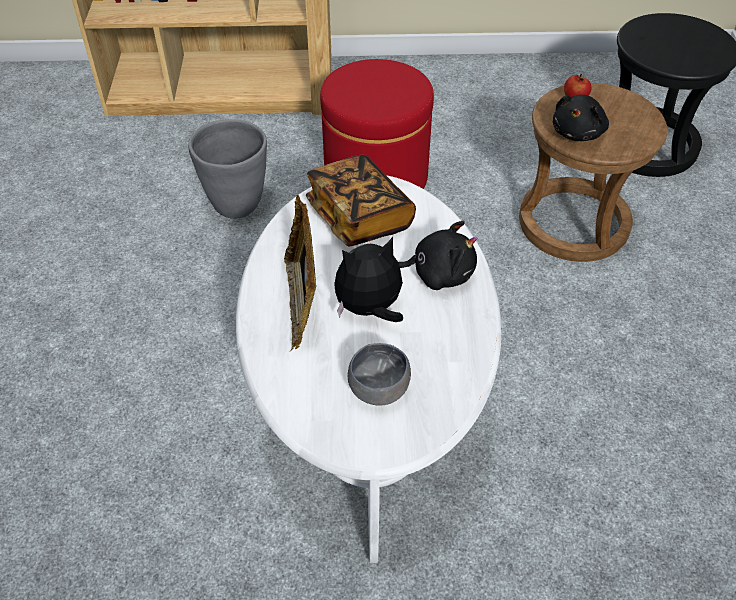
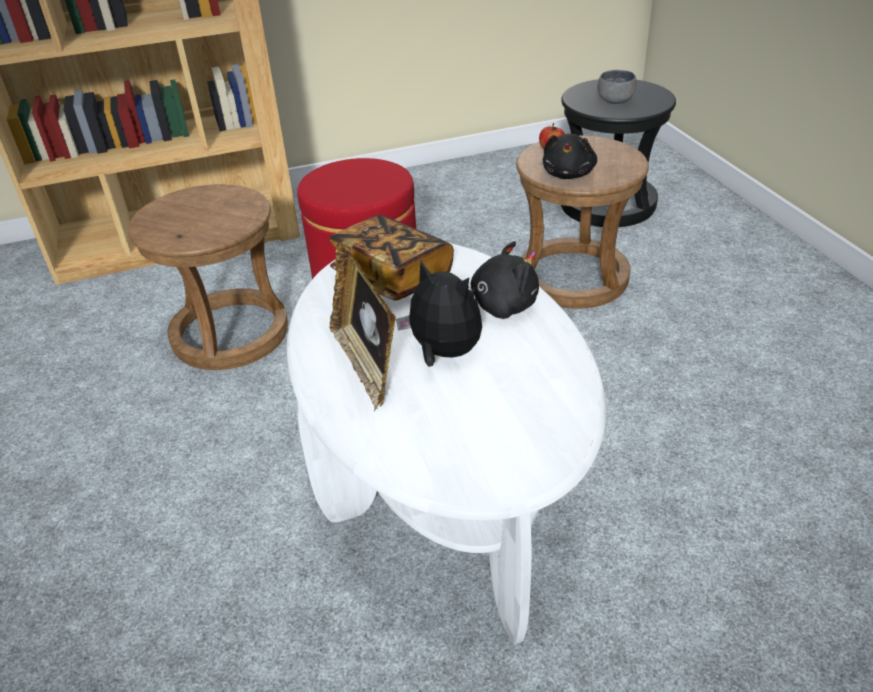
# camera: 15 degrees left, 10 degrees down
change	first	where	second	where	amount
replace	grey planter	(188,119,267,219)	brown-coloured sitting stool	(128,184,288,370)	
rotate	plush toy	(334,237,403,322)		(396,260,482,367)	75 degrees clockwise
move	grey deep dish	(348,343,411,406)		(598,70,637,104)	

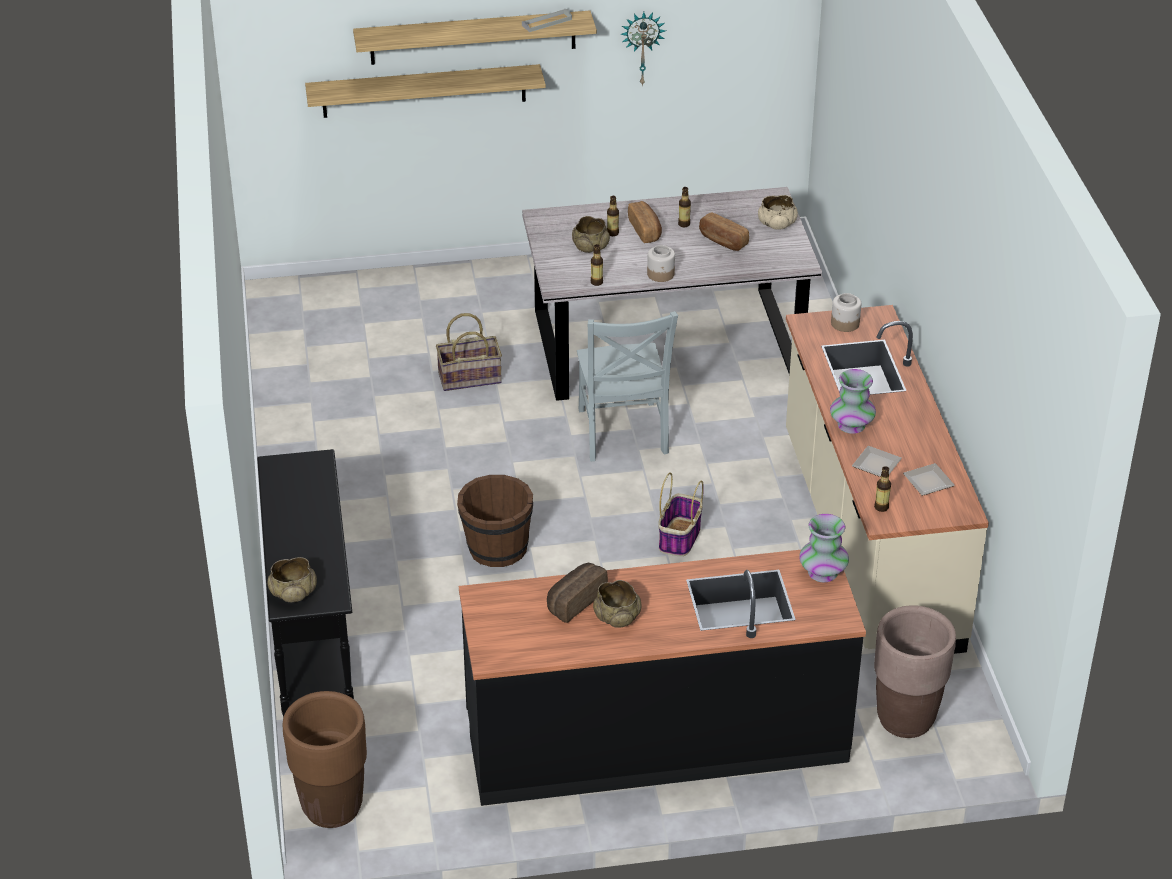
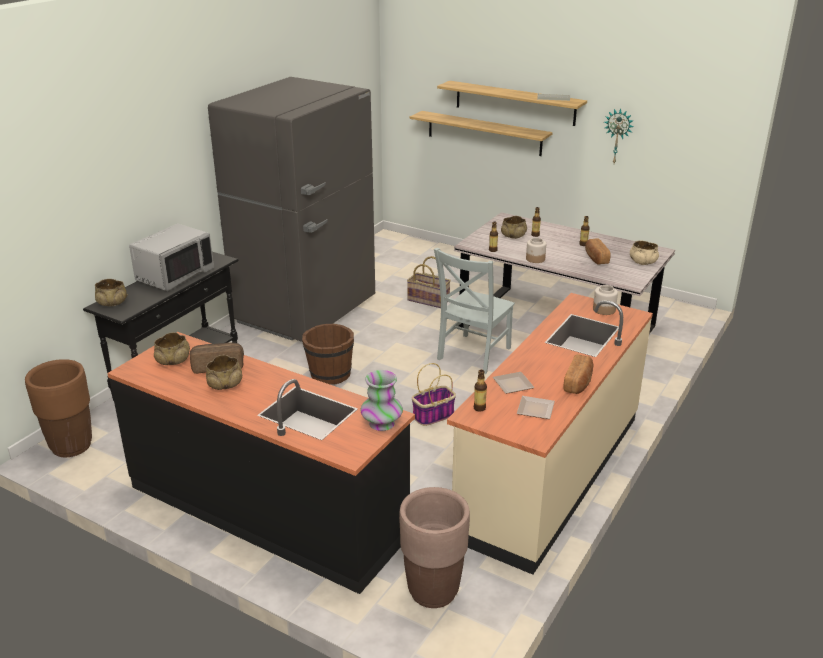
# camera: 40 degrees right, 10 degrees down
change	first	where	second	where	amount
move	baked bread	(628,201,662,243)		(564,354,594,394)	
delete	flower vase	(830,369,876,434)			
insert			grey kitchen fridge	(208,77,375,342)	
insert			grey kitchen microwave	(129,223,214,291)	
insert			beige deep dish	(154,332,190,365)	

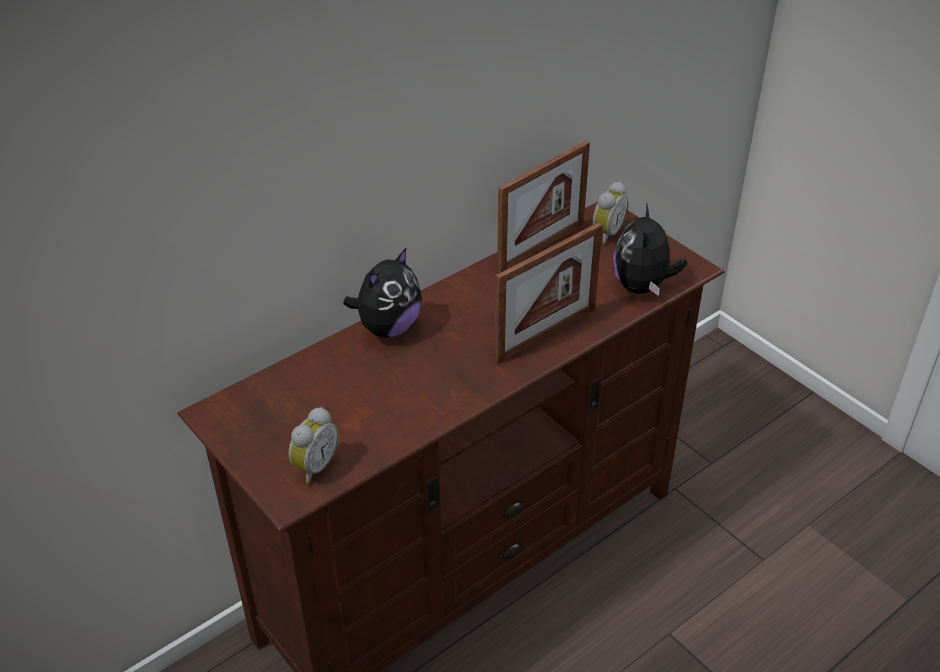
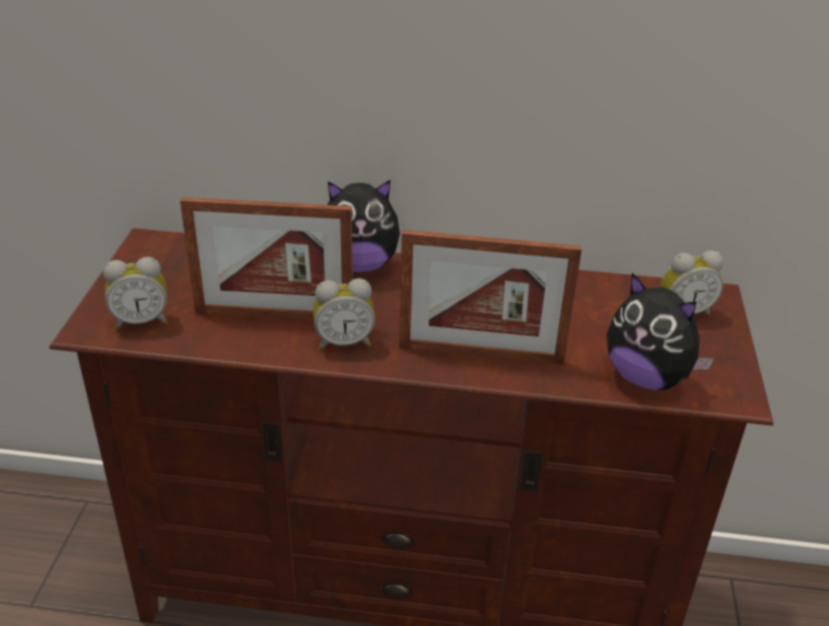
# camera: 45 degrees right, 5 degrees down
change	first	where	second	where	amount
move	picture frame	(497,141,590,273)		(180,197,353,320)	
rotate	plush toy	(613,203,687,296)		(607,273,714,390)	105 degrees counterclockwise
insert			bedside clock	(313,278,375,350)	

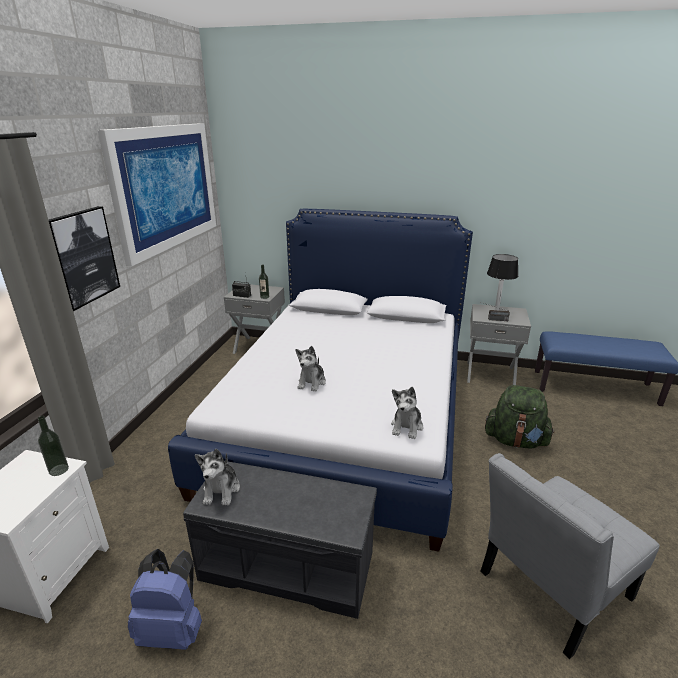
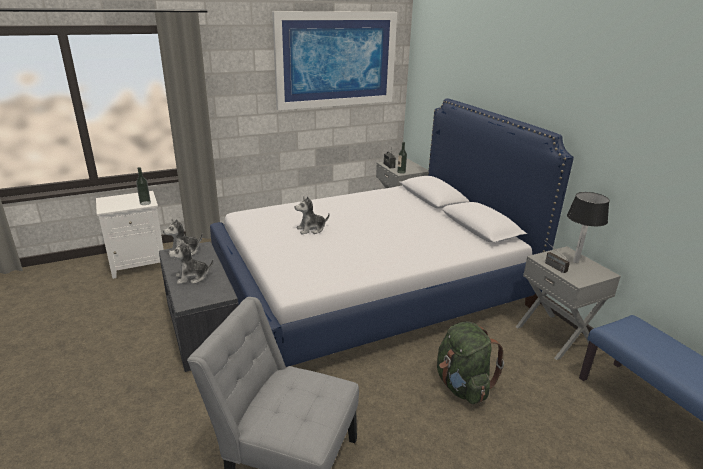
# camera: 50 degrees right, 0 degrees up
change	first	where	second	where	amount
delete	picture	(49,206,120,311)			
move	plush toy	(391,387,423,439)		(169,240,213,284)	
delete	bluish backpack	(127,549,202,650)			

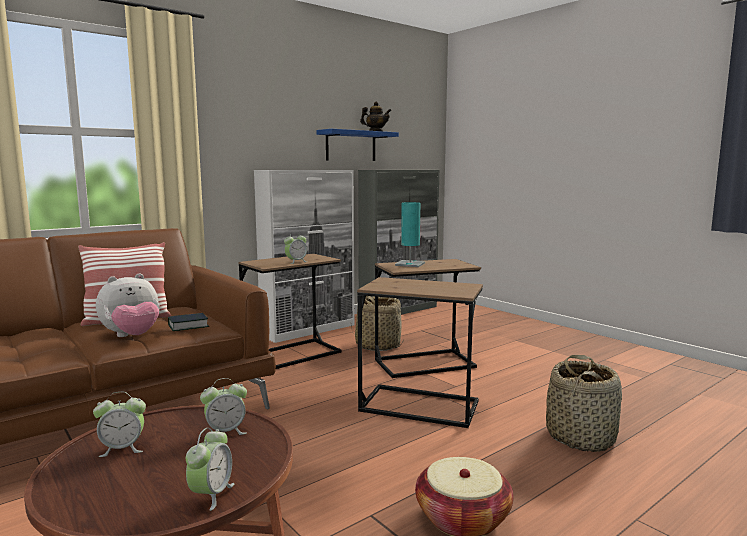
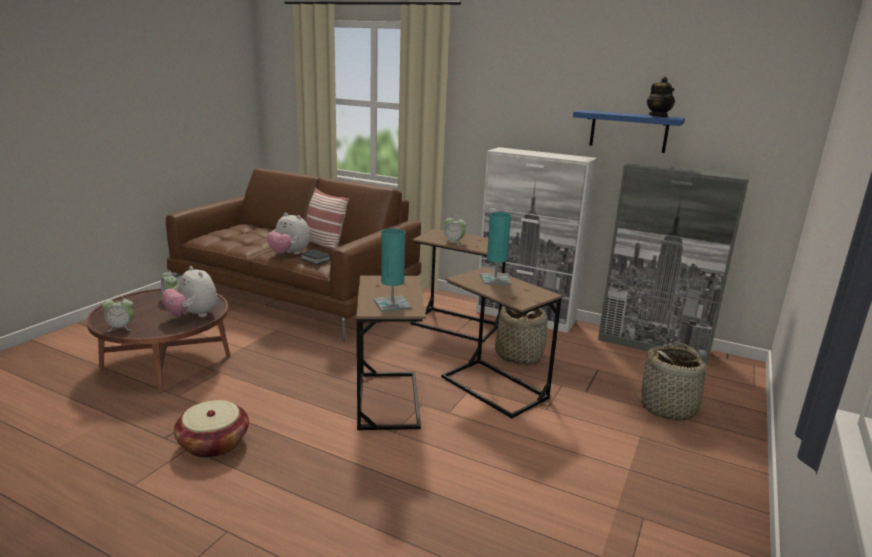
# camera: 65 degrees right, 10 degrees up
change	first	where	second	where	amount
move	basket	(546,355,622,452)		(634,343,717,421)	
replace	bedside clock	(200,378,247,435)	plush toy	(163,266,218,317)	
insert			blue-green tabletop lamp	(374,228,411,312)	

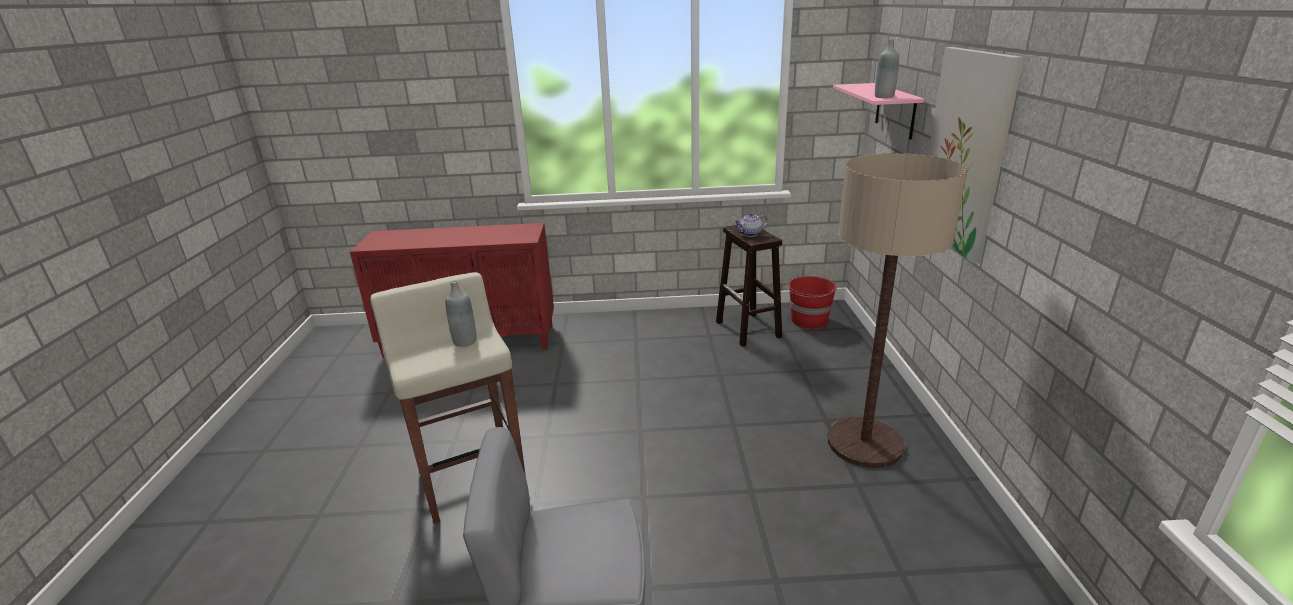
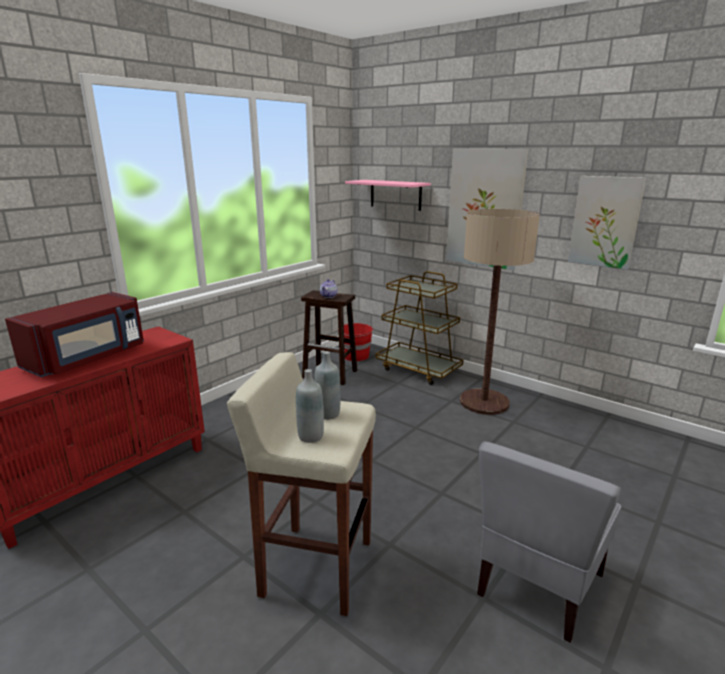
# camera: 50 degrees left, 5 degrees down
change	first	where	second	where	amount
move	grey beverage bottle	(875,39,899,98)		(296,369,324,443)	
insert			picture	(568,176,646,270)	
insert			brown-coloured wheeled cart	(376,271,463,385)	
insert			red-coloured kitchen microwave	(5,292,144,377)	

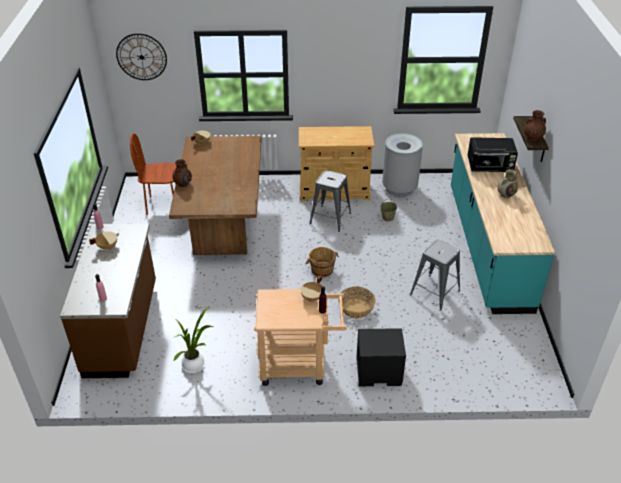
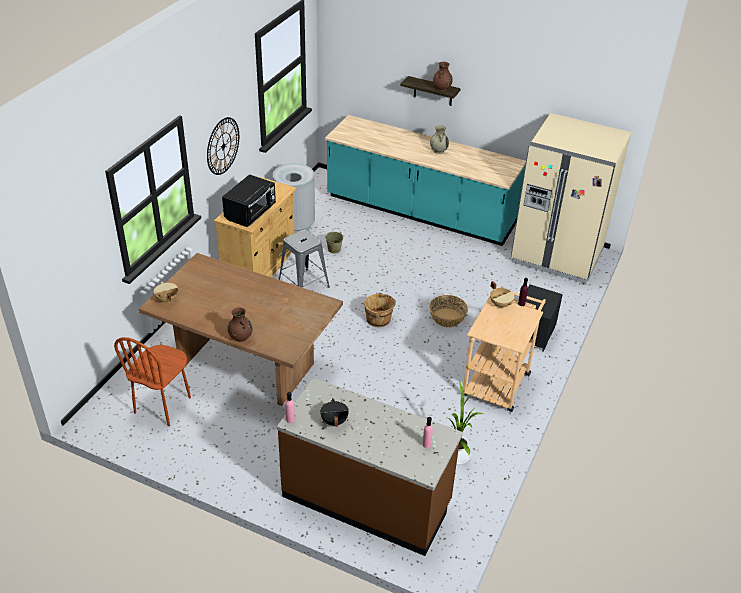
# camera: 65 degrees left, 0 degrees up
change	first	where	second	where	amount
move	clock on the wall	(116,33,167,80)		(207,117,239,175)	
move	black-coloured kitchen microwave	(468,137,518,172)		(222,174,276,227)	
recolor	beige stockpot	(89,231,119,250)	black-coloured stockpot	(320,398,349,427)	
delete	grey sitting stool	(410,240,460,311)			
insert			beige kitchen fridge	(511,113,631,284)	

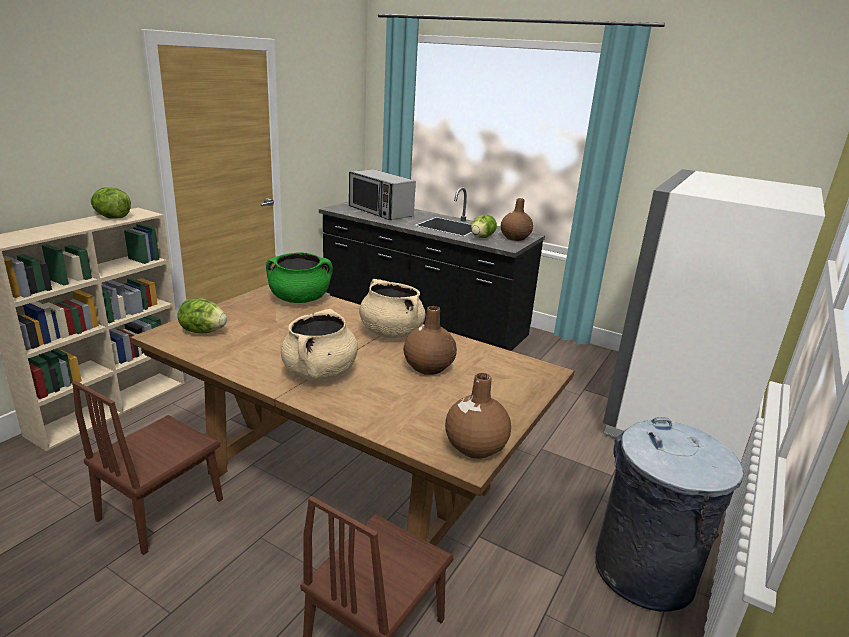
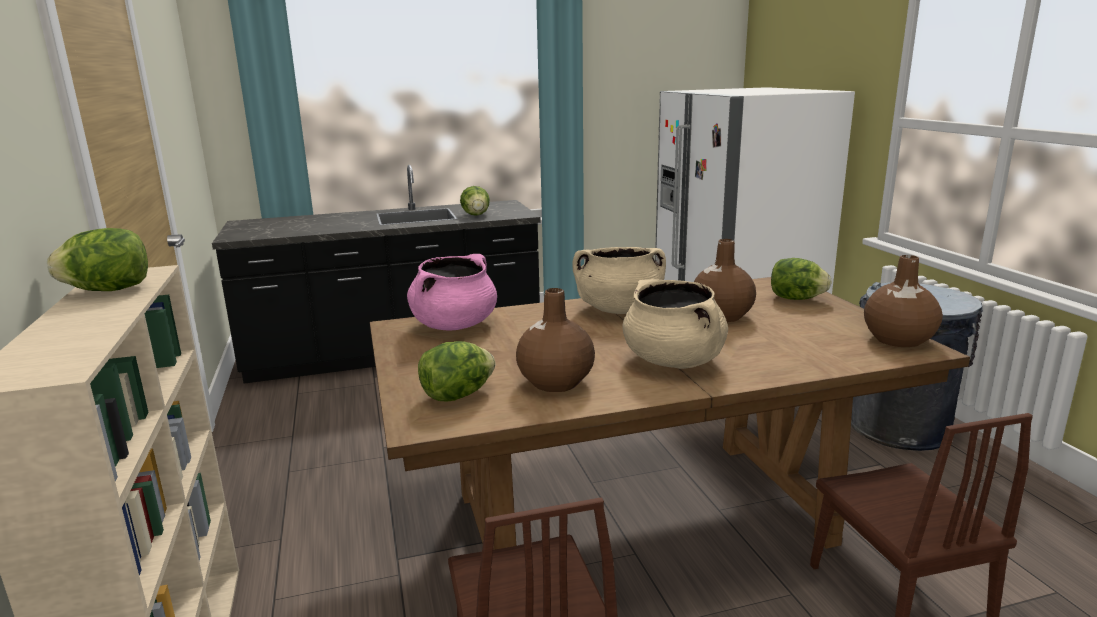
# camera: 45 degrees left, 5 degrees down
change	first	where	second	where	amount
delete	kitchen microwave	(349,169,416,220)			
move	brown-coloured flower vase	(501,198,533,241)		(516,288,595,392)	
recolor	green-coloured stockpot	(266,252,333,303)	pink-coloured stockpot	(407,254,497,330)	
insert			lettuce	(771,258,832,300)	

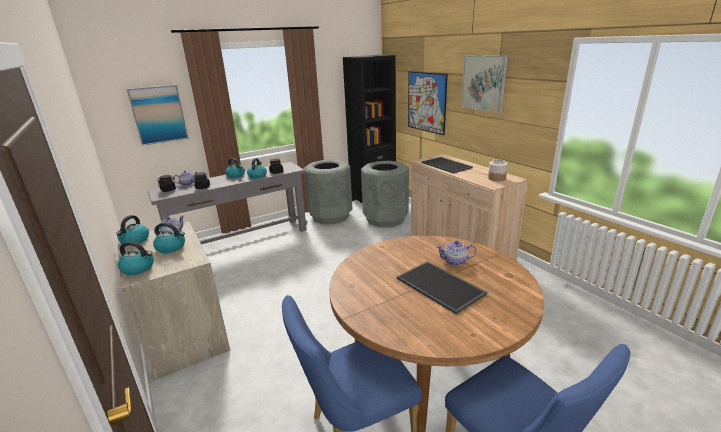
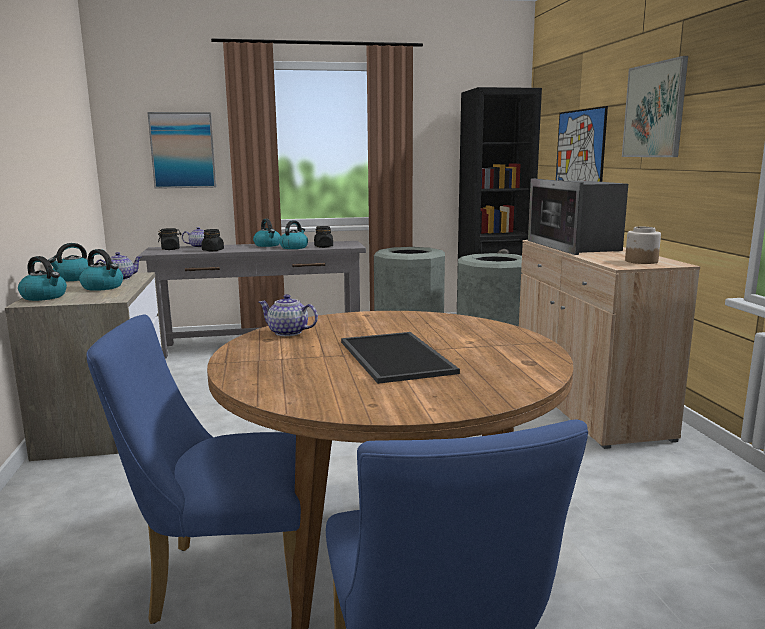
# camera: 20 degrees right, 10 degrees down
change	first	where	second	where	amount
replace	serving tray	(422,157,473,173)	kitchen microwave	(528,179,628,255)	
move	tea pot	(436,240,476,266)		(259,294,318,336)	

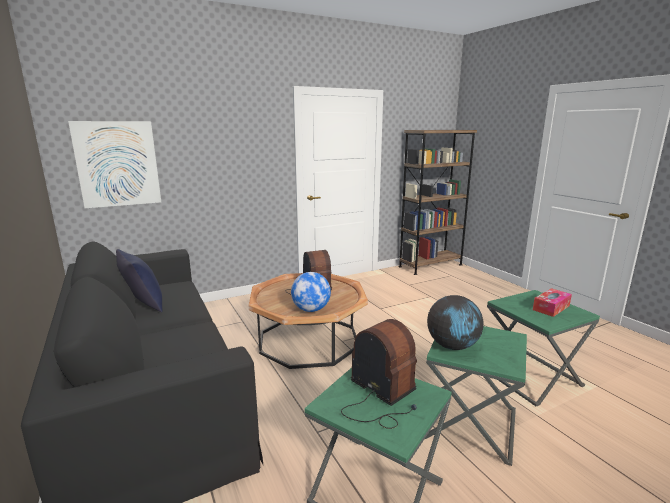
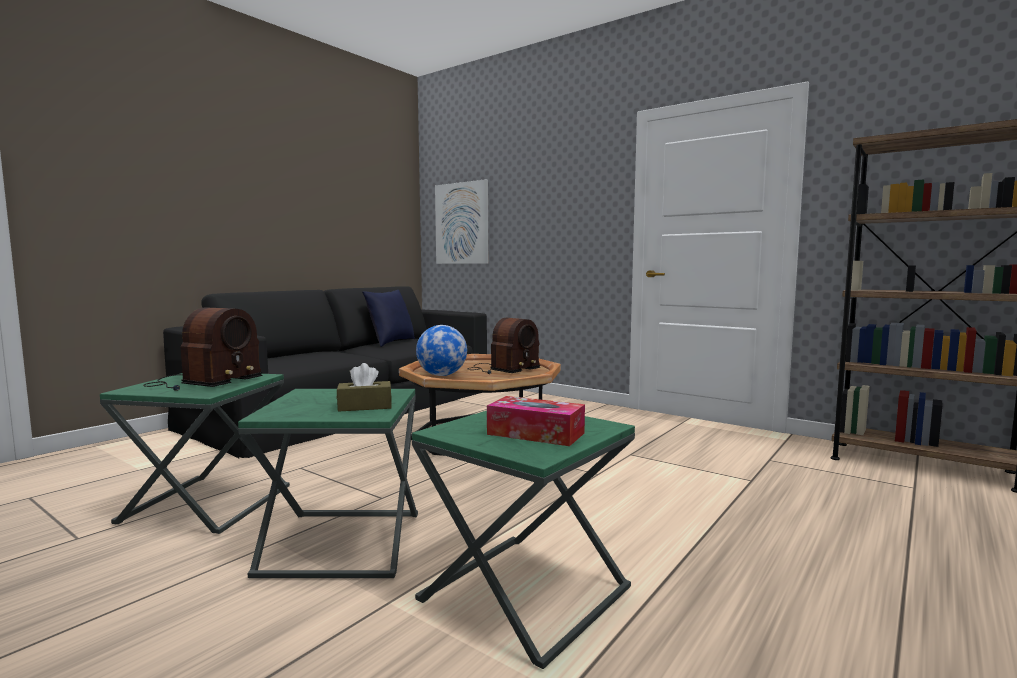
# camera: 65 degrees right, 10 degrees down
change	first	where	second	where	amount
delete	globe	(427,295,484,350)			
insert			brown-coloured box of tissues	(337,363,391,412)	

